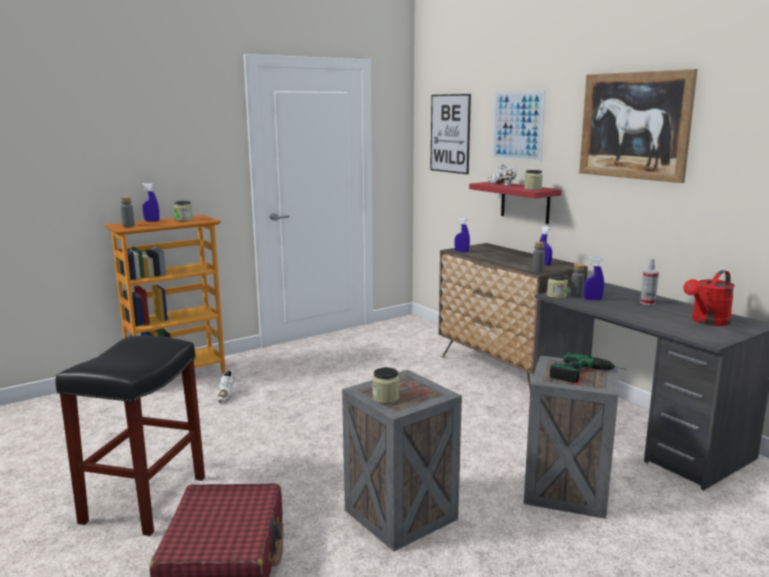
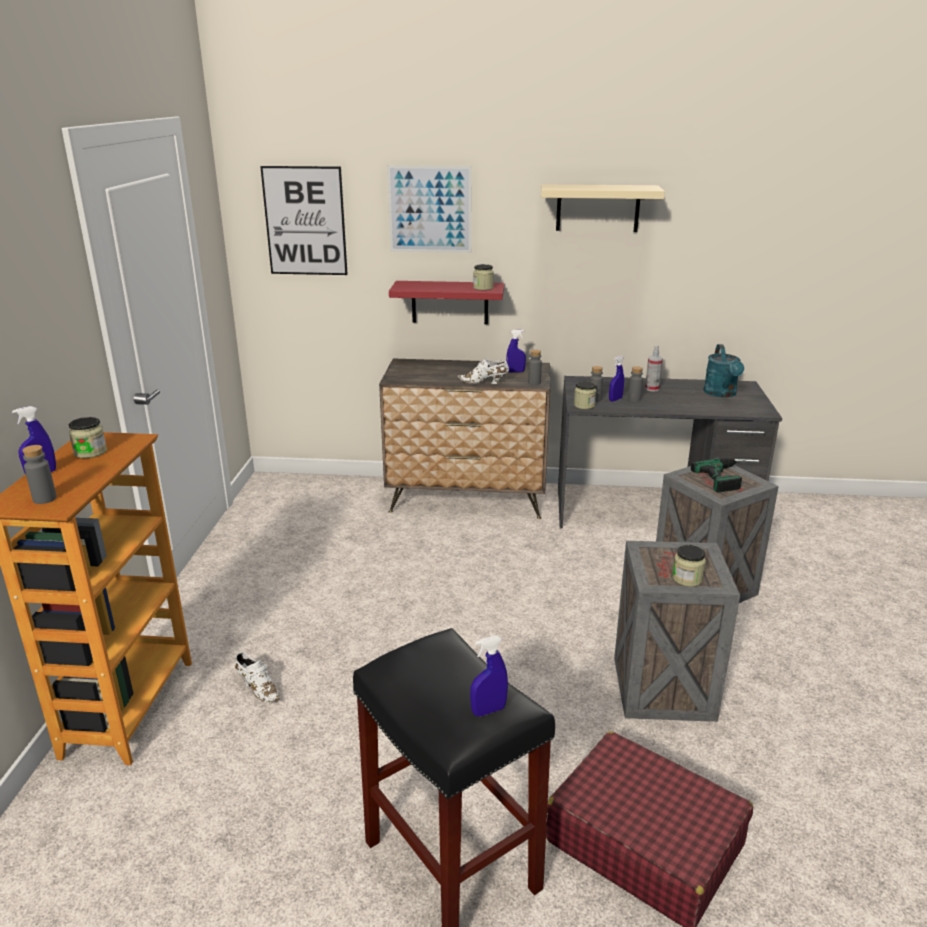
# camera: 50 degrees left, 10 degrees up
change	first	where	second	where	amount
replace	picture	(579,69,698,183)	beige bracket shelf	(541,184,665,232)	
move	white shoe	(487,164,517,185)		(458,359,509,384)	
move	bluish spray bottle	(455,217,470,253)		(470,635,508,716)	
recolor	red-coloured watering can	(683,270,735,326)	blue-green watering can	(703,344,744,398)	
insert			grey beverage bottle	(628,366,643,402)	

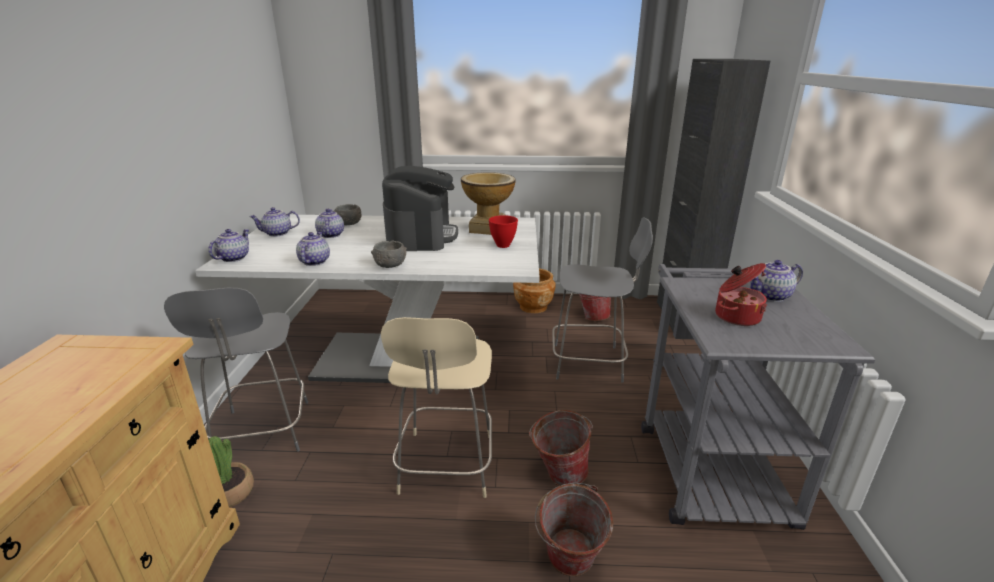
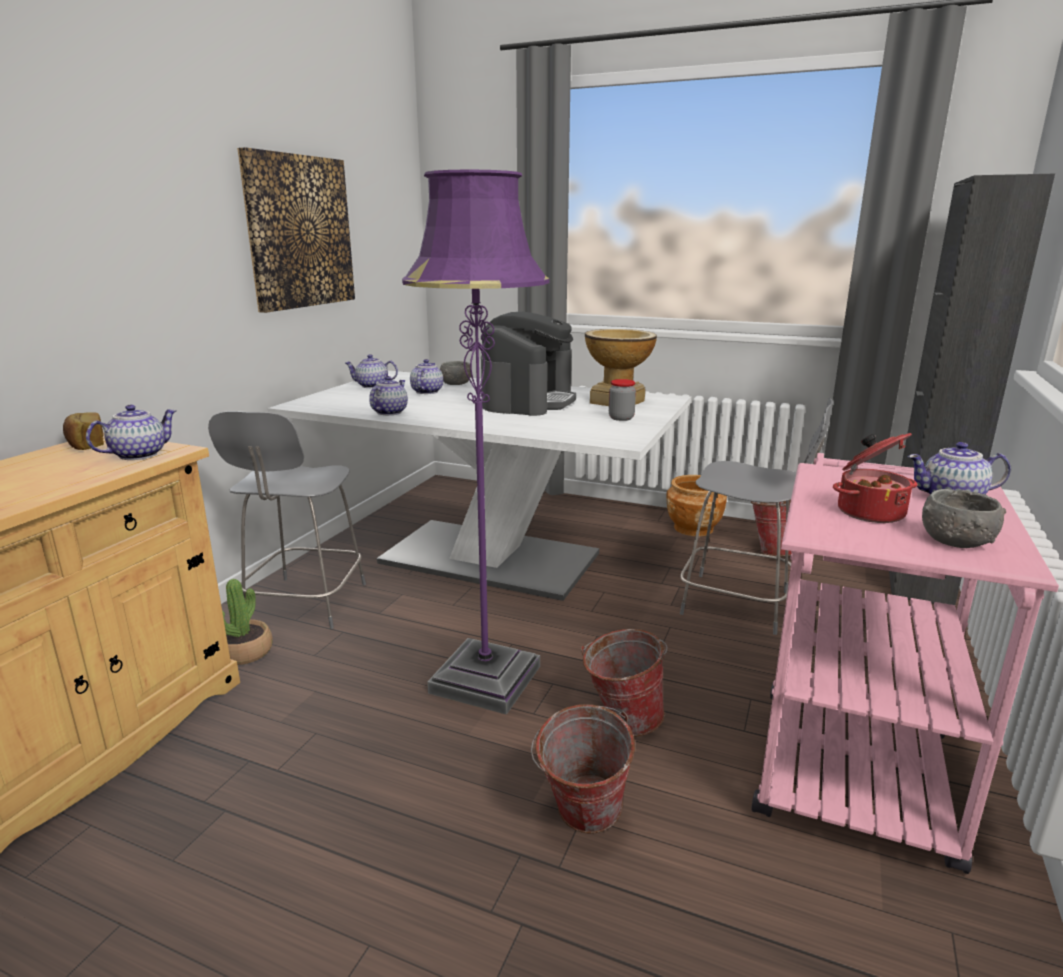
# camera: 20 degrees right, 5 degrees down
change	first	where	second	where	amount
replace	red-coloured deep dish	(489,215,518,248)	storage jar	(609,379,636,421)	
move	tea pot	(208,229,249,262)		(86,405,177,460)	
move	grey deep dish	(371,241,407,268)		(922,489,1006,548)	
recolor	grey wheeled cart	(641,264,875,530)	pink-coloured wheeled cart	(752,453,1059,874)	
replace	beige chair	(381,317,492,498)	purple-coloured standing lamp	(402,169,549,715)	
insert			picture	(237,147,355,313)	
insert			baked bread	(63,412,104,450)	

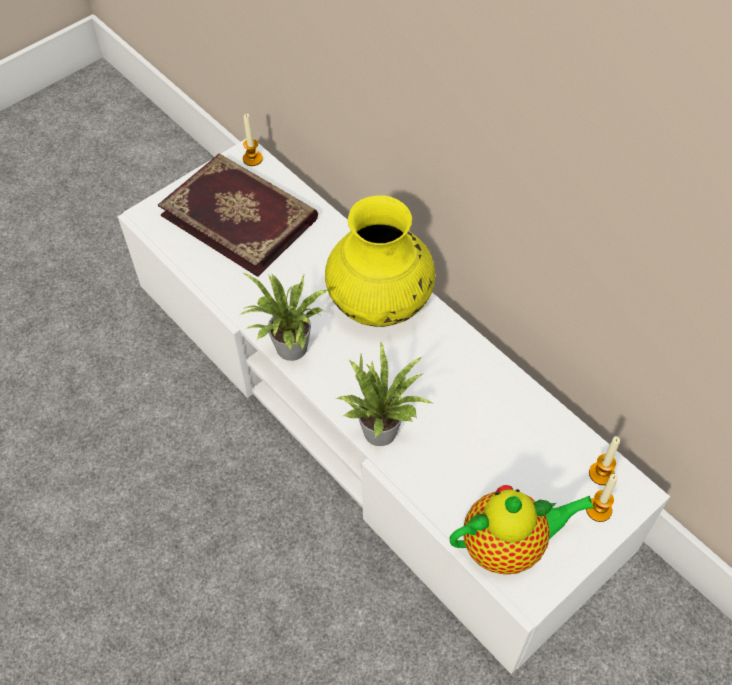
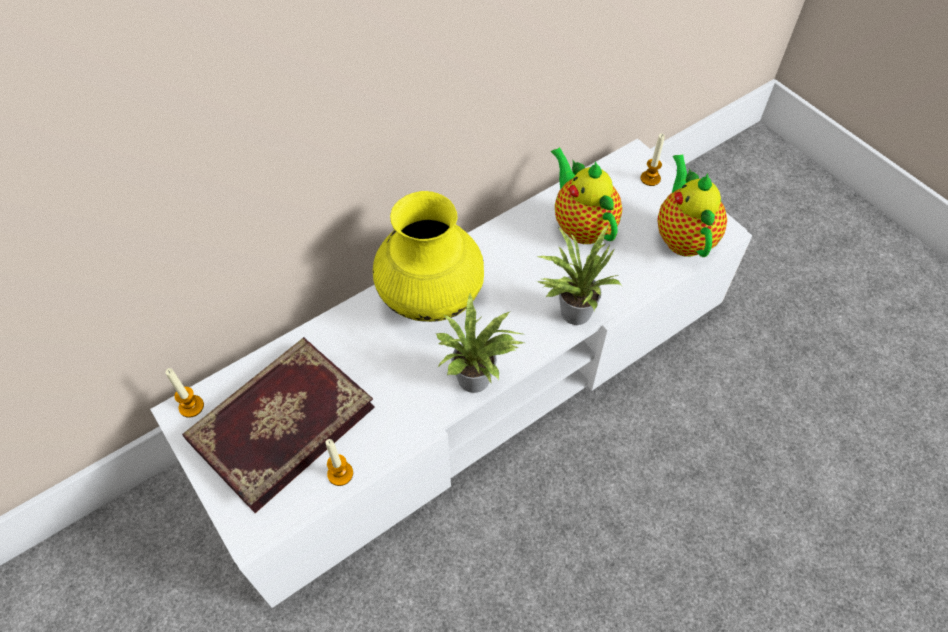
# camera: 85 degrees left, 0 degrees up
change	first	where	second	where	amount
move	wax light	(589,436,620,485)		(325,439,353,486)	
insert			tea pot	(551,147,622,244)	

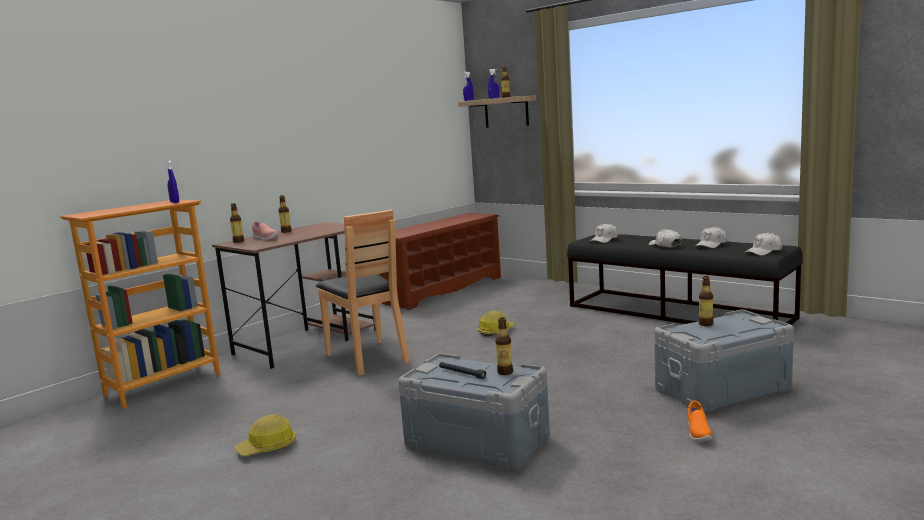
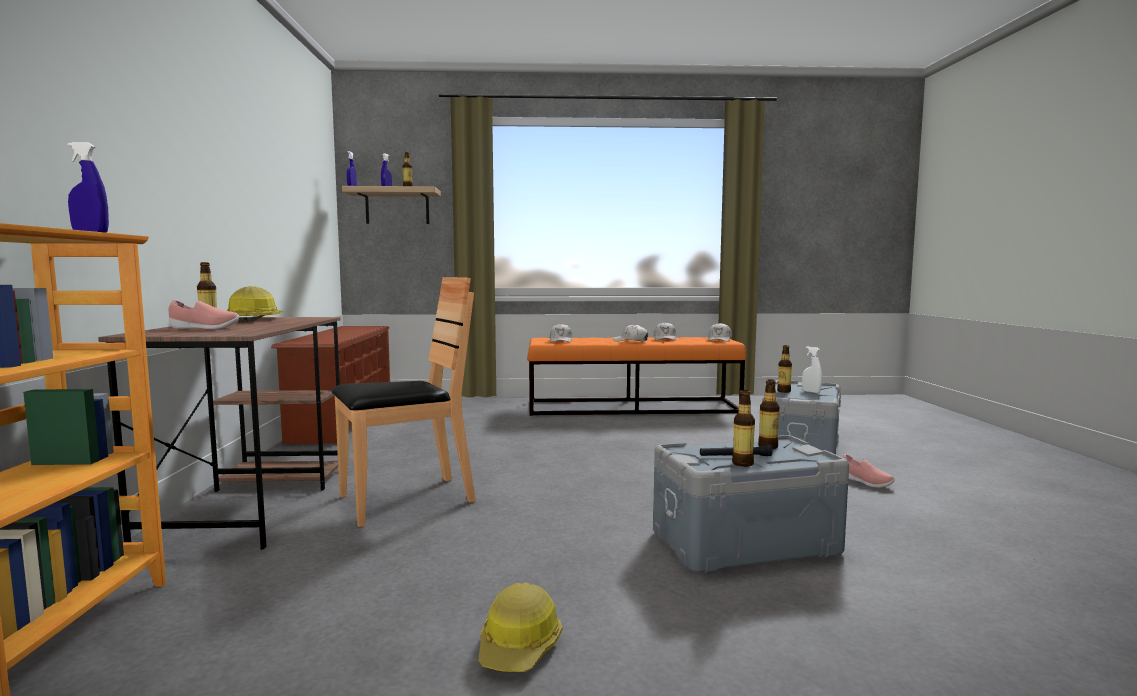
# camera: 45 degrees left, 5 degrees down
change	first	where	second	where	amount
move	beverage bottle	(230,203,244,243)		(732,390,755,467)	
rotate	brown-coloured chair	(316,210,410,376)		(331,277,476,527)	45 degrees counterclockwise
recolor	black-coloured indoor bench	(567,234,803,325)	orangey indoor bench	(527,337,746,416)	
move	safety helmet	(478,311,515,337)		(227,286,283,322)	
recolor	orangey shoe	(688,400,712,442)	pink-coloured shoe	(843,454,895,488)	
insert			white spray bottle	(802,346,822,393)	

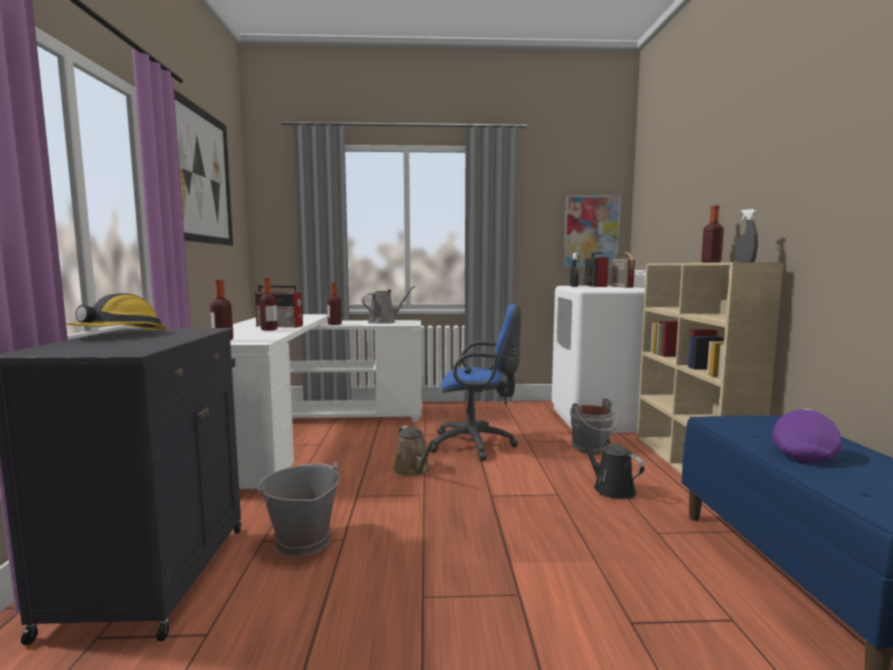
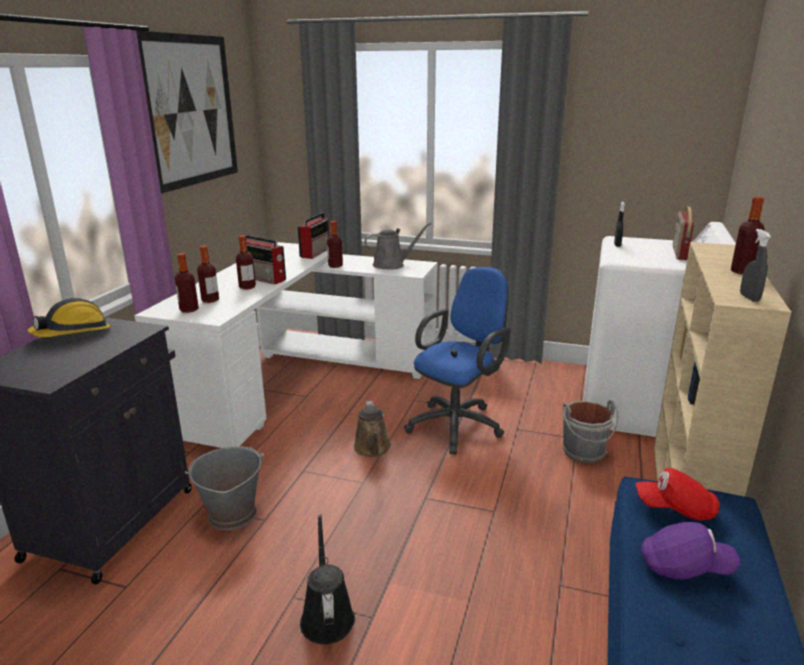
# camera: 20 degrees right, 15 degrees up
change	first	where	second	where	amount
delete	picture	(563,195,621,267)			
move	radio receiver	(584,252,609,287)		(298,213,329,259)	
rotate	bluish computer chair	(430,304,521,461)		(404,267,511,454)	75 degrees counterclockwise
rotate	purple-coloured cap	(772,409,842,463)		(641,522,741,579)	45 degrees clockwise
move	black-coloured watering can	(574,424,645,499)		(300,515,355,644)	
insert			beverage bottle	(197,246,219,303)	
insert			red-coloured cap	(635,468,720,521)	

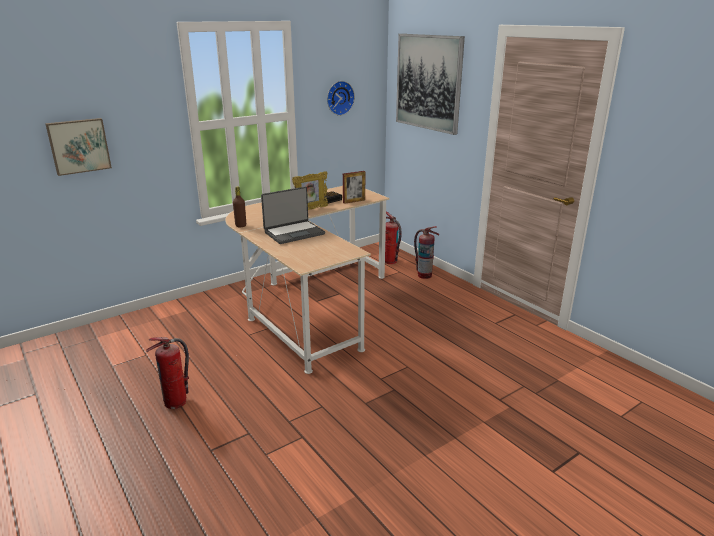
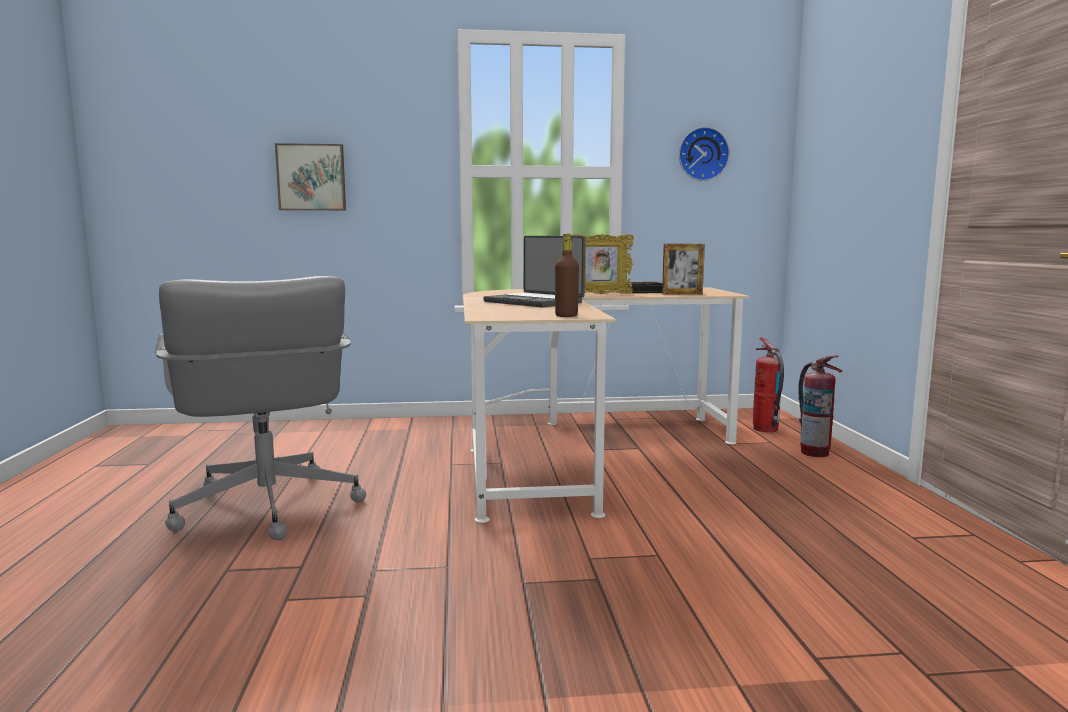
# camera: 30 degrees right, 15 degrees down
change	first	where	second	where	amount
delete	picture	(396,34,465,135)			
move	brown-coloured beverage bottle	(233,186,246,227)		(555,234,579,317)	
rotate	portable computer	(261,187,325,244)		(483,236,585,307)	45 degrees clockwise
replace	extinguisher	(146,337,189,409)	grey computer chair	(155,276,366,540)	

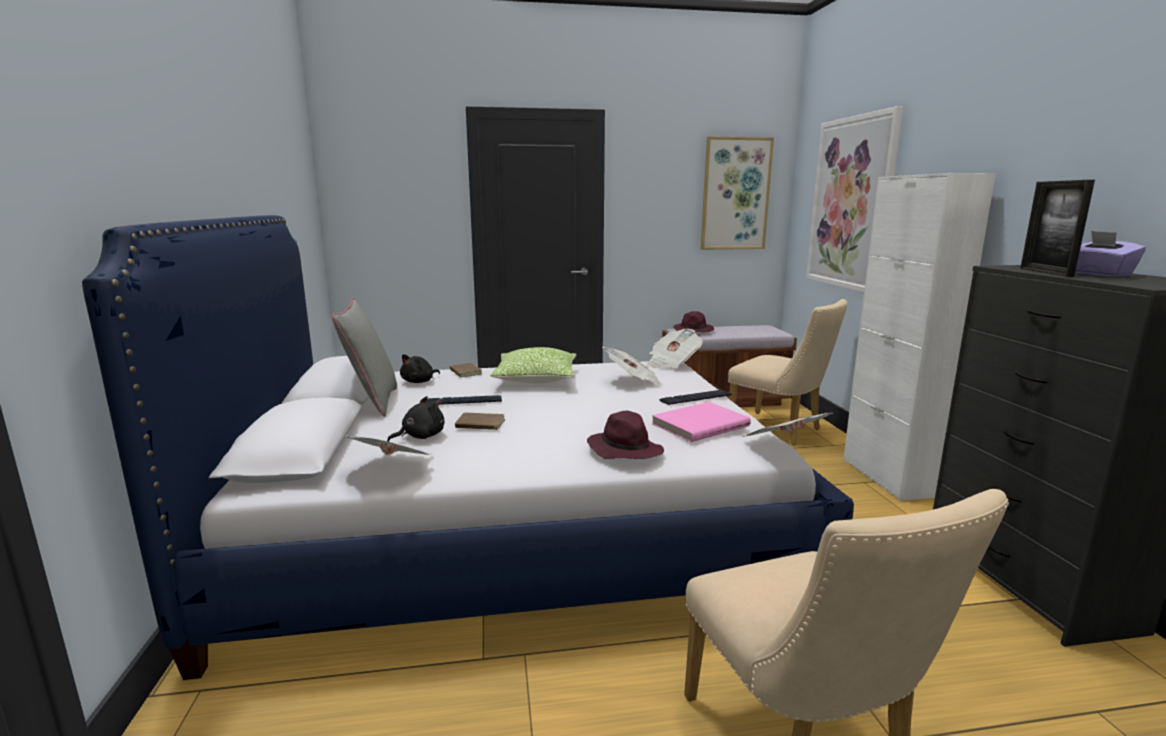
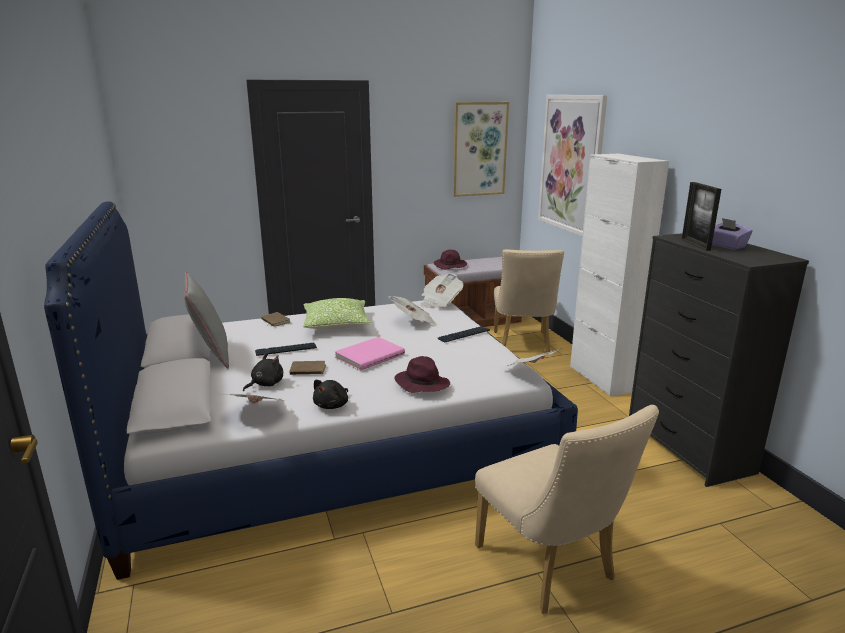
# camera: 10 degrees left, 5 degrees up
change	first	where	second	where	amount
rotate	beige chair	(728,299,848,446)		(494,249,564,353)	60 degrees clockwise
move	black-coloured plush toy	(400,354,440,383)		(313,380,348,409)	
move	pink-coloured book	(652,402,751,442)		(335,337,405,371)	

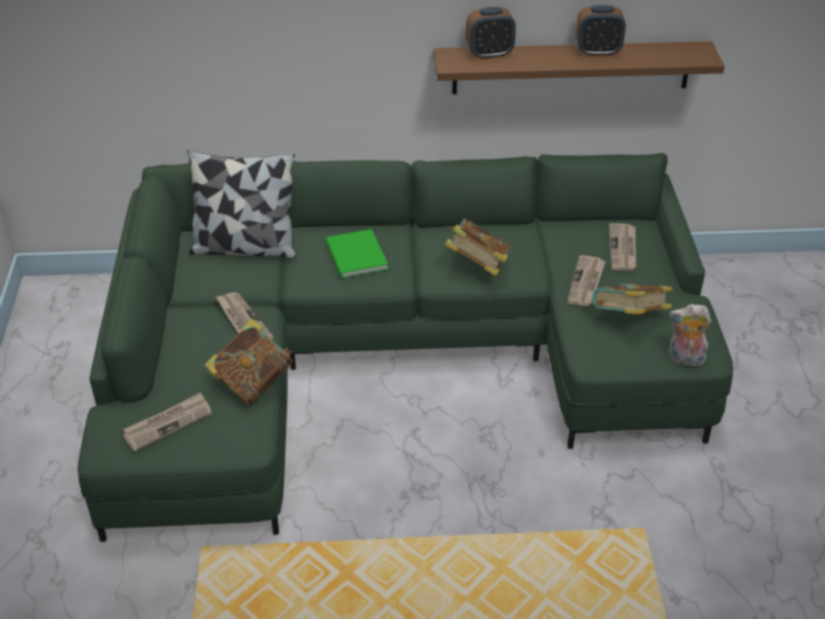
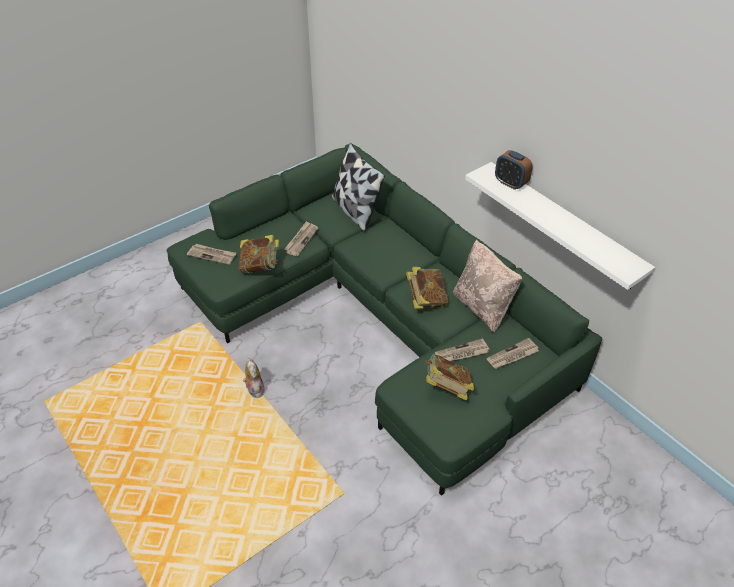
# camera: 55 degrees right, 5 degrees up
change	first	where	second	where	amount
delete	bedside clock	(576,5,626,56)			
recolor	brown-coloured bracket shelf	(434,41,725,94)	white bracket shelf	(465,162,655,290)	
delete	green-coloured book	(326,229,388,278)			
move	plush toy	(669,304,711,366)		(243,358,265,398)	
insert			beige pillow	(453,240,522,333)	

